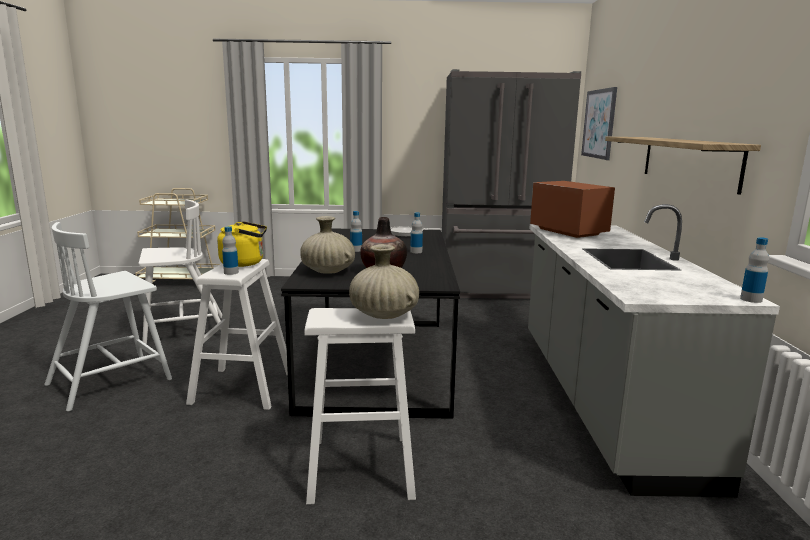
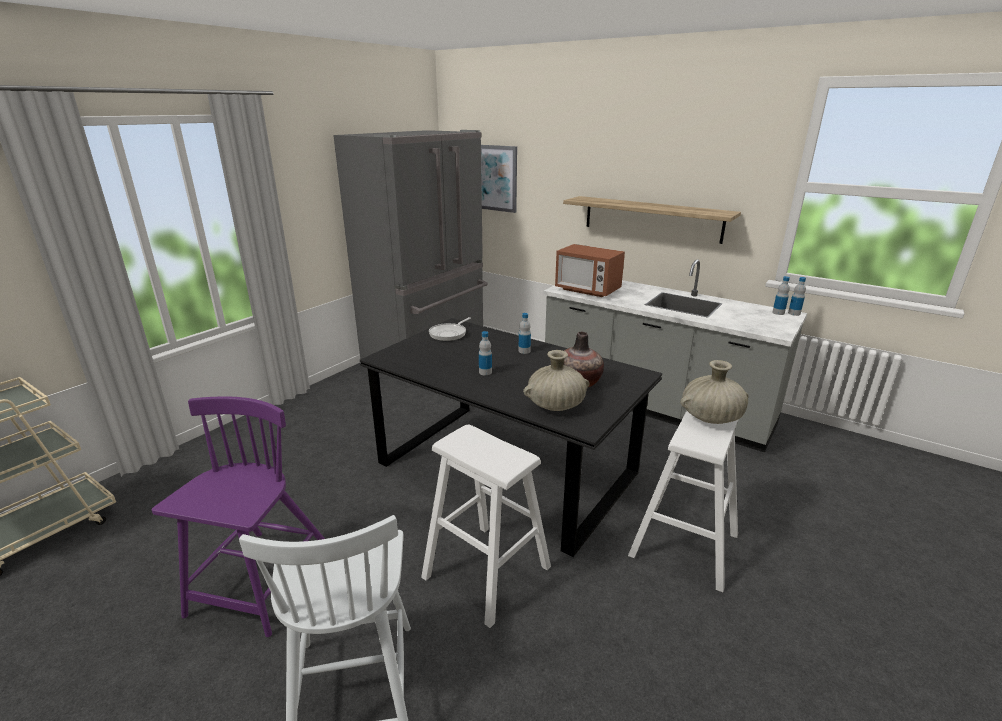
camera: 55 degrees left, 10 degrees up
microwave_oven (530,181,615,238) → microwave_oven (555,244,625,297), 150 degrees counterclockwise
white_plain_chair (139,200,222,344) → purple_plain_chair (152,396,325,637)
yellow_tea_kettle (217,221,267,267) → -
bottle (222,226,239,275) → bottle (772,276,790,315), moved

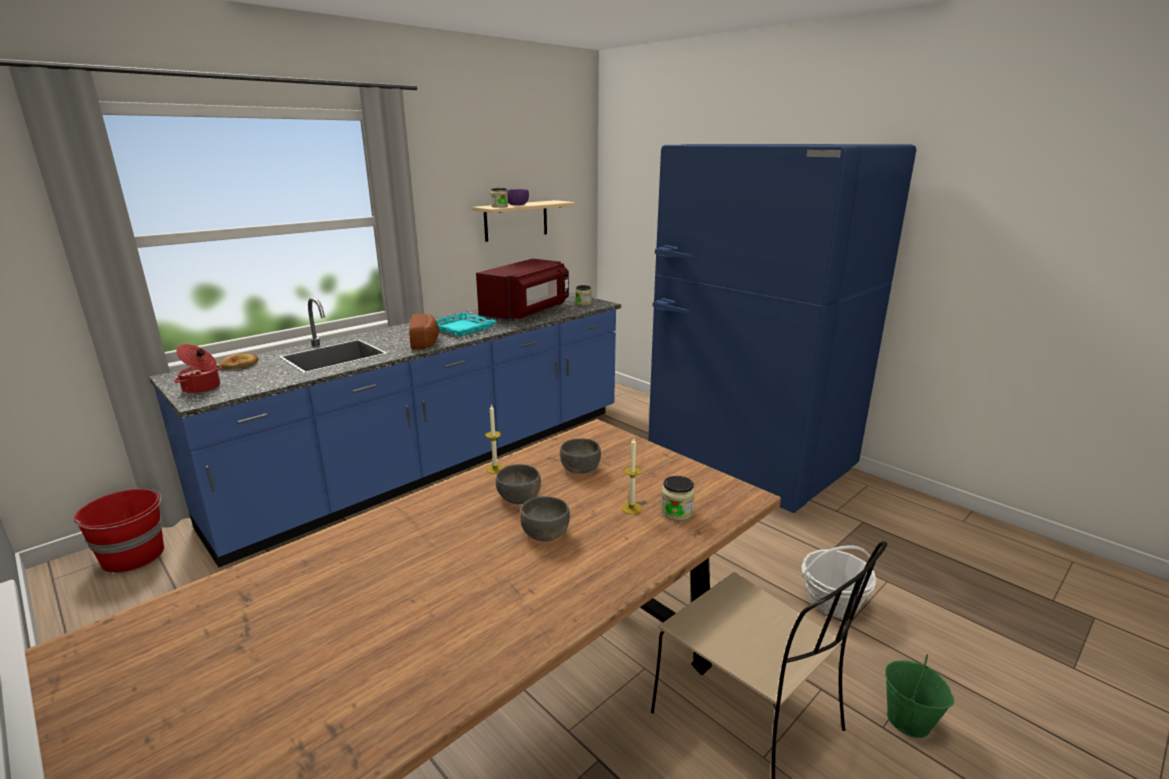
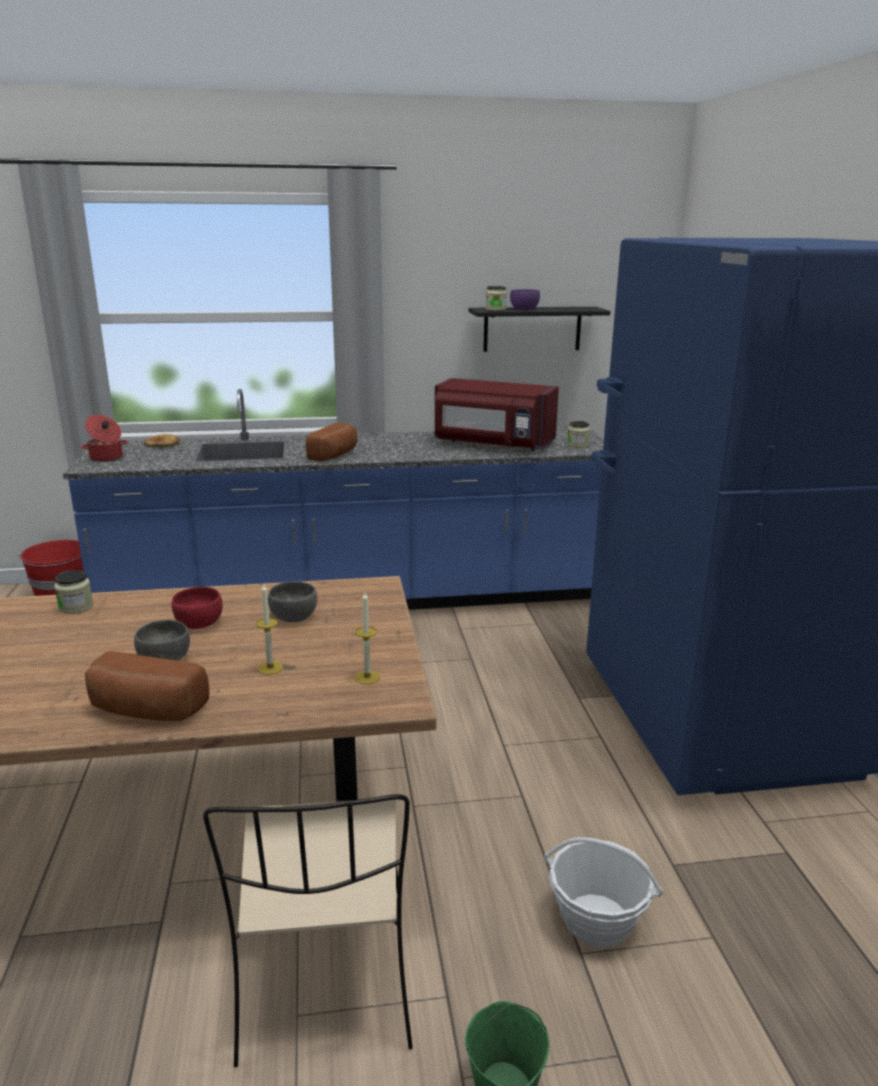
camera: 35 degrees right, 0 degrees up
sand-coloured_wall_shelf (472,200,575,242) → blackish_wall_shelf (469,307,610,352)
red-coloured_microwave_oven (476,258,569,321) → red-coloured_microwave_oven (435,378,559,451), 45 degrees clockwise
turquoise-coloured_serving_tray (436,312,497,336) → -
wax_light (485,404,504,474) → wax_light (355,592,380,684), moved
greyish_serving_bowl (496,464,541,504) → red-coloured_serving_bowl (172,587,223,629)
storage_jar (661,476,695,521) → storage_jar (54,570,93,614), moved
- → bread (85,651,209,721)

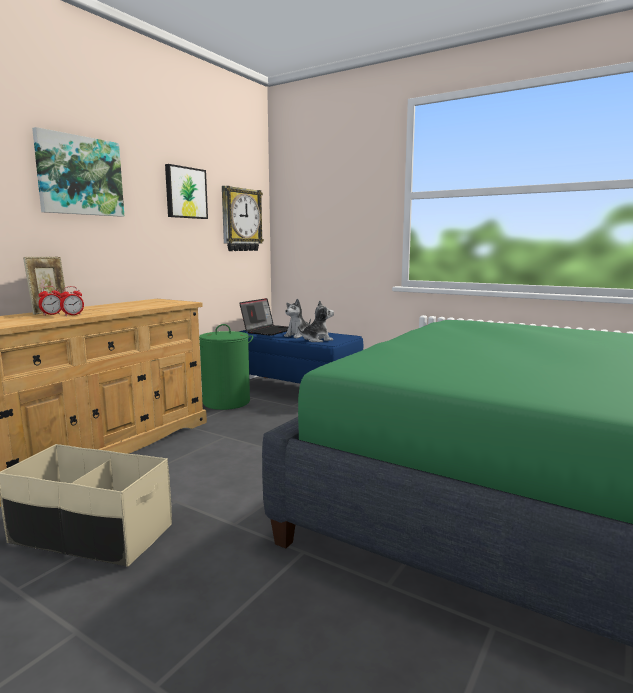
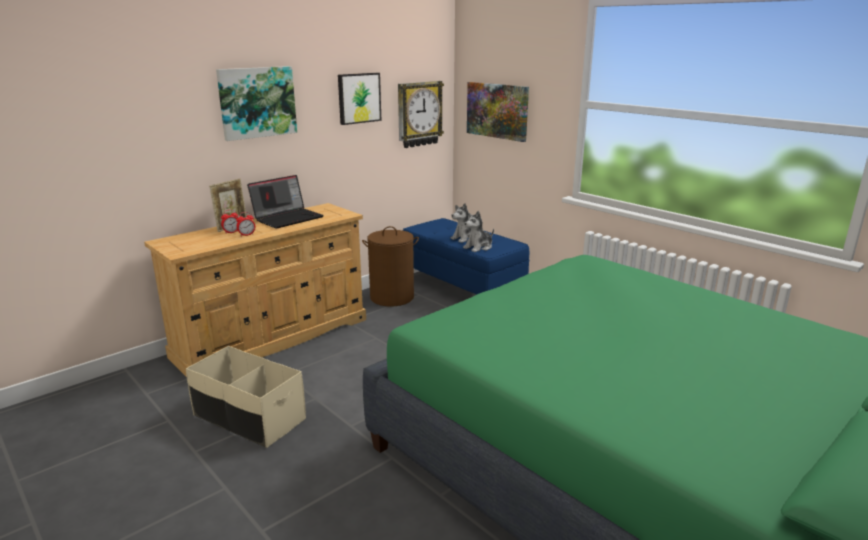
camera: 15 degrees right, 10 degrees up
portable_computer (239,298,288,336) → portable_computer (247,175,324,229), moved
soft_toy (298,300,334,342) → soft_toy (463,211,494,252), 150 degrees clockwise
green_washing_basket (199,324,253,410) → brown-coloured_washing_basket (362,226,419,307)
- → wall_picture (467,82,529,142)

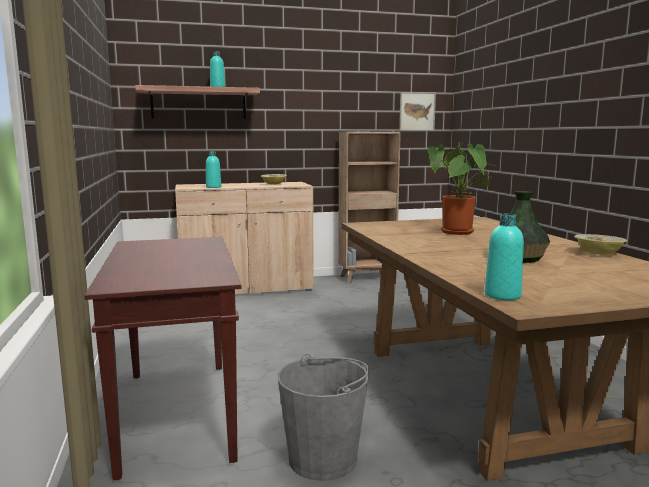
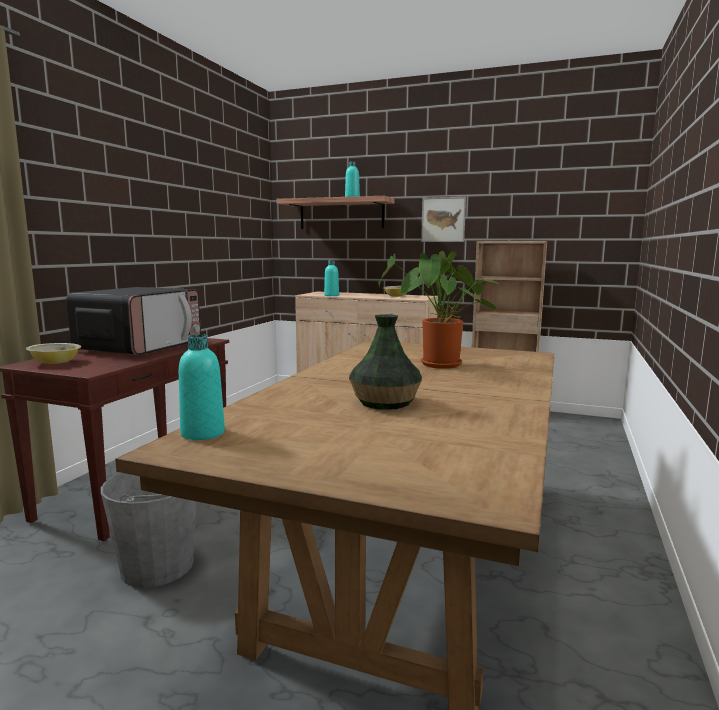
camera: 35 degrees right, 0 degrees up
wall_picture (399,92,436,131) → wall_picture (421,197,466,242), moved
serving_bowl (574,234,627,254) → serving_bowl (26,343,81,364), moved
- → microwave_oven (66,287,201,355)

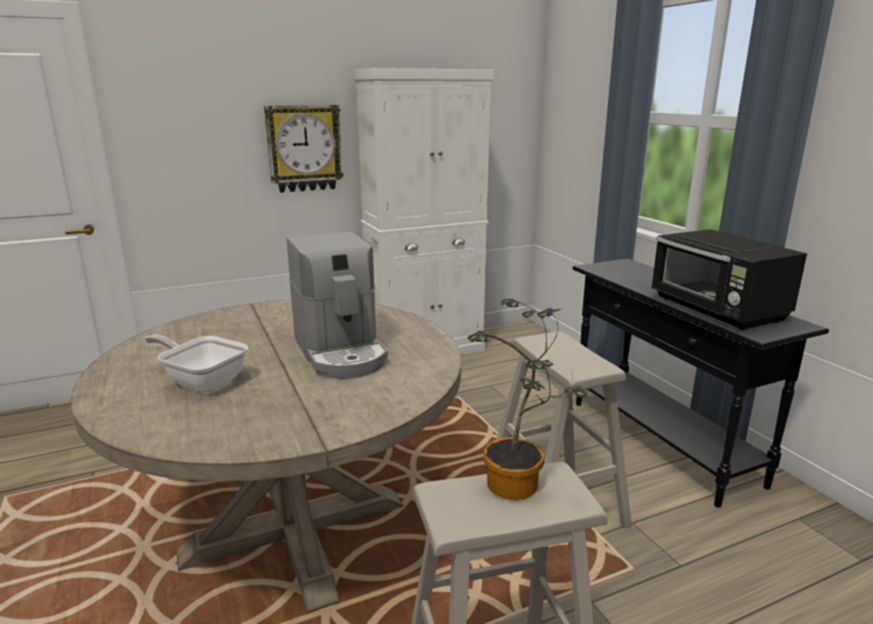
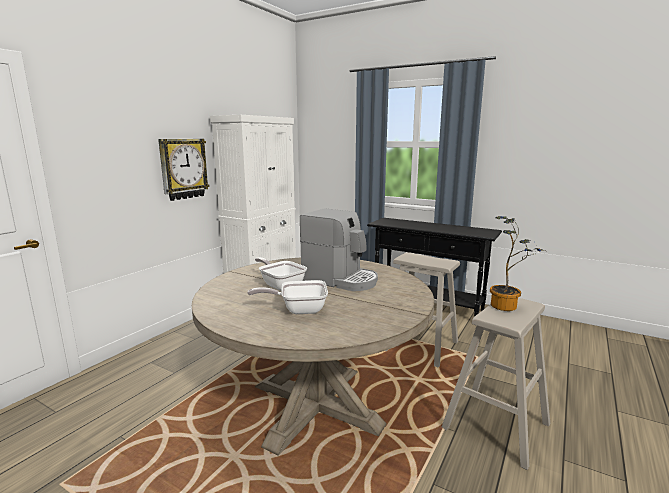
camera: 35 degrees left, 5 degrees down
blackish_microwave_oven (651,229,807,330) → -
- → skillet (255,257,307,291)

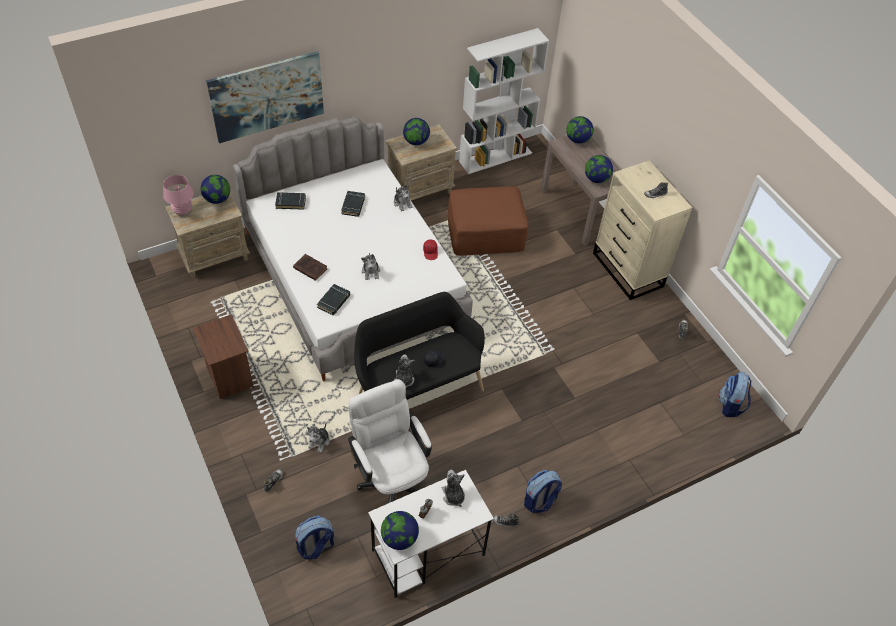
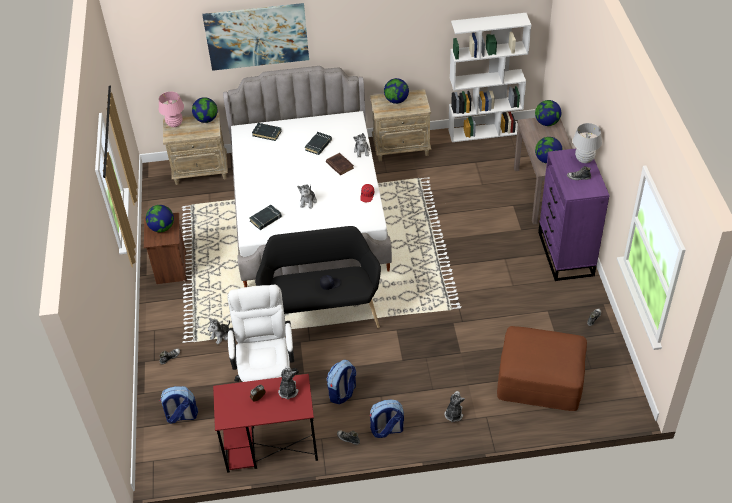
camera: 25 degrees right, 5 degrees down
sand-coloured_chest_of_drawers (593,160,692,300) → purple_chest_of_drawers (538,149,610,281)
brown-coloured_pouffe (448,186,528,256) → brown-coloured_pouffe (497,326,587,411), moved
brown-coloured_volume (293,254,327,281) → brown-coloured_volume (326,153,354,175), moved
soft_toy (394,354,415,387) → soft_toy (444,391,465,422), moved
rucksack (718,372,751,417) → rucksack (326,360,356,404), moved
white_desk (368,470,494,598) → red-coloured_desk (213,374,318,473)
desk_globe (381,511,419,550) → desk_globe (146,205,174,232), moved
- → white_lamp_for_a_table (573,123,602,163)

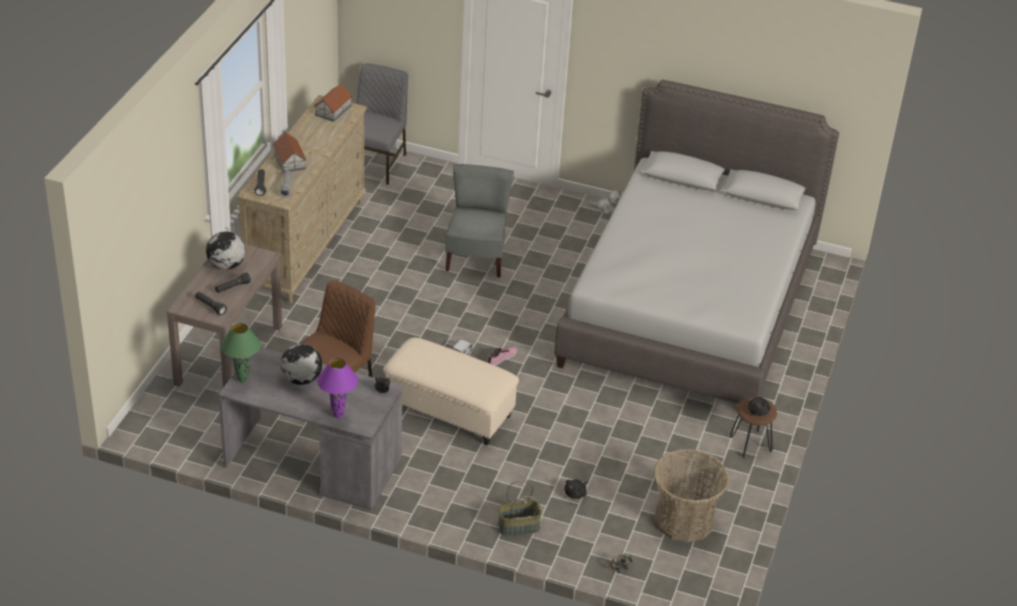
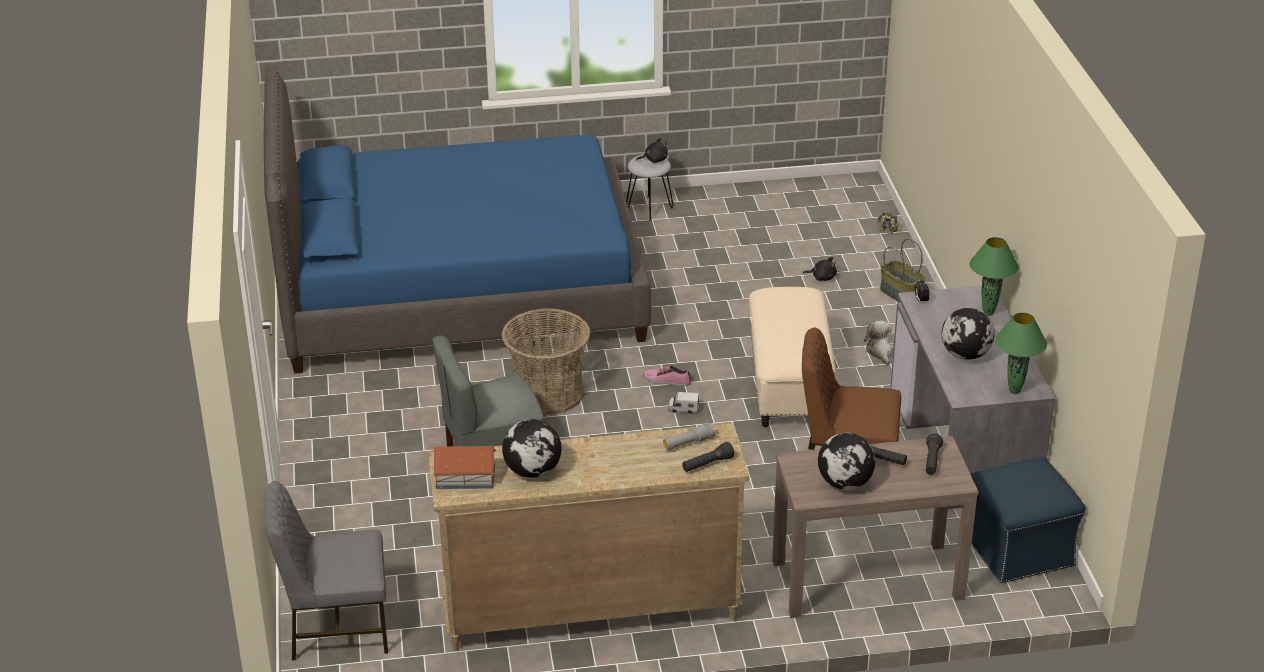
camera: 115 degrees left, 5 degrees down
greyish_bed (555,80,839,404) → blue-coloured_bed (264,66,651,374)
miniature_house (273,132,307,173) → -
soft_toy (590,190,622,215) → soft_toy (864,320,894,365), moved
purple_lamp_for_a_table (317,358,358,418) → green_lamp_for_a_table (969,237,1019,316)
brown-coloured_stool (730,397,777,458) → greyish_stool (626,154,674,221)
basket (654,449,729,542) → basket (502,308,590,415), moved
- → desk_globe (502,419,562,478)
- → blue-coloured_pouffe (971,457,1086,583)

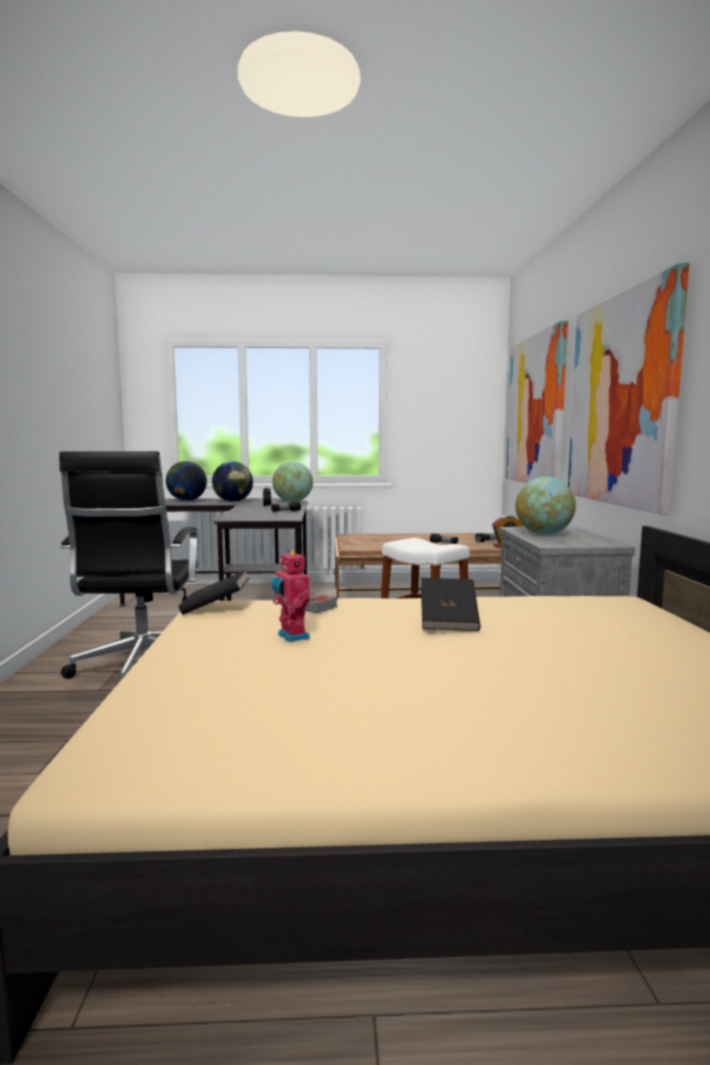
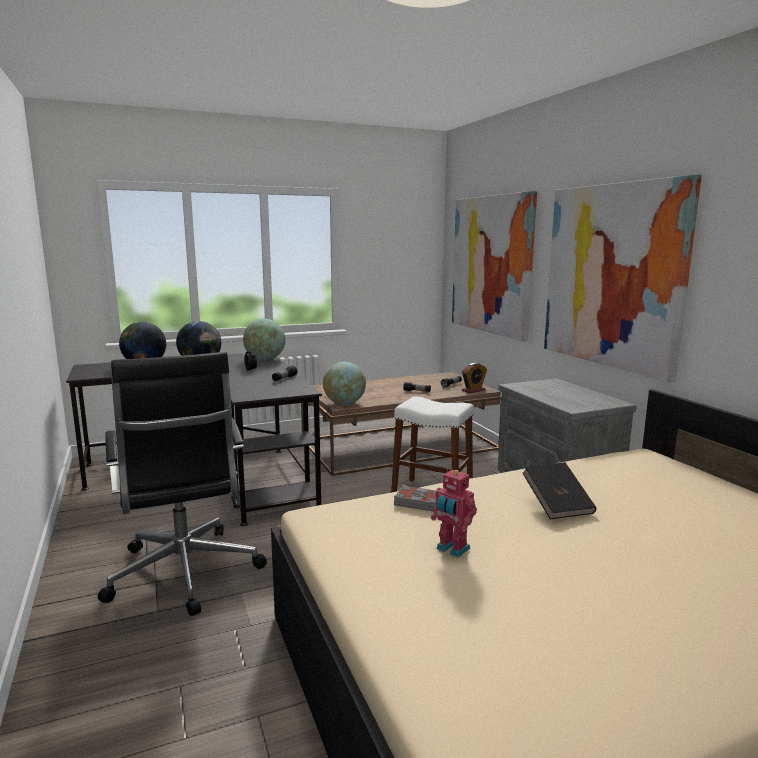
camera: 20 degrees left, 5 degrees up
desk_globe (515,477,576,535) → desk_globe (323,362,366,405), moved
blackish_volume (179,570,250,615) → -

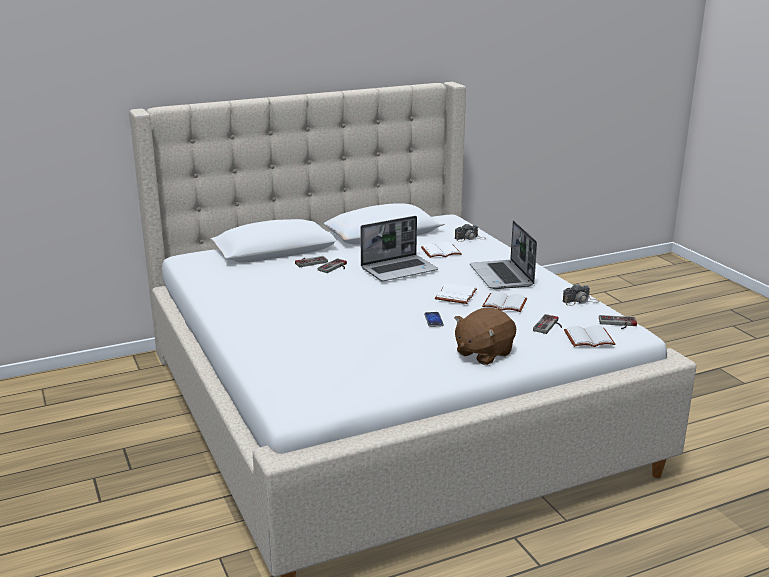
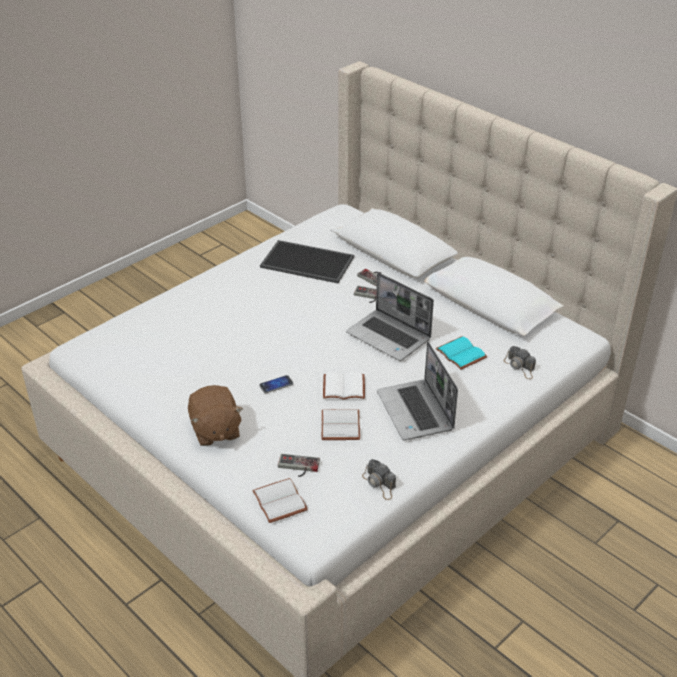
camera: 70 degrees right, 15 degrees up
portable_computer (470,221,537,289) → portable_computer (377,342,458,440), 75 degrees counterclockwise
white_volume (421,242,462,258) → turquoise-coloured_volume (436,336,488,370)
brown-coloured_soft_toy (454,308,516,365) → brown-coloured_soft_toy (188,385,243,446), 135 degrees counterclockwise
gamepad (599,315,637,329) → -
- → serving_tray (260,240,354,283)

